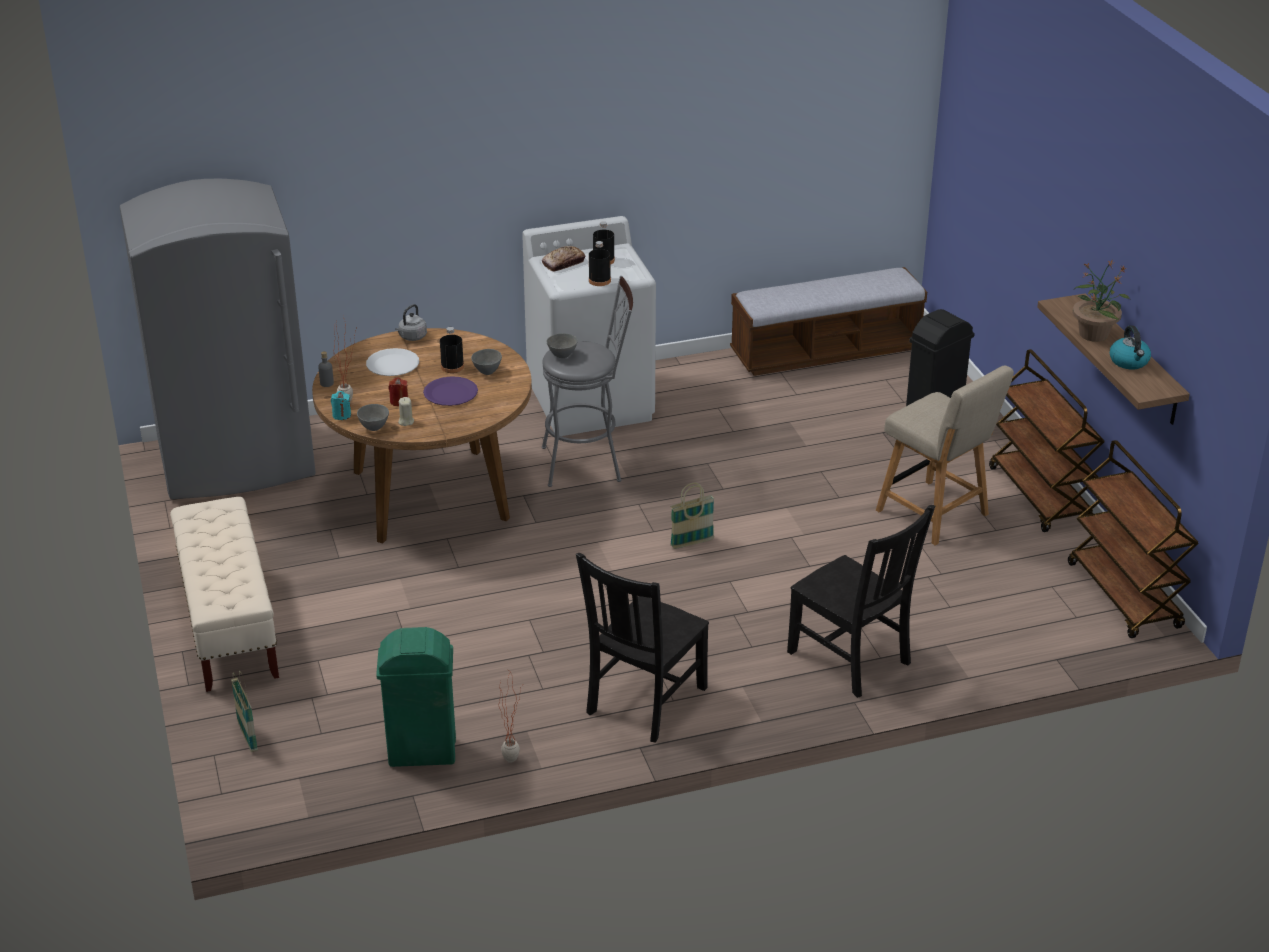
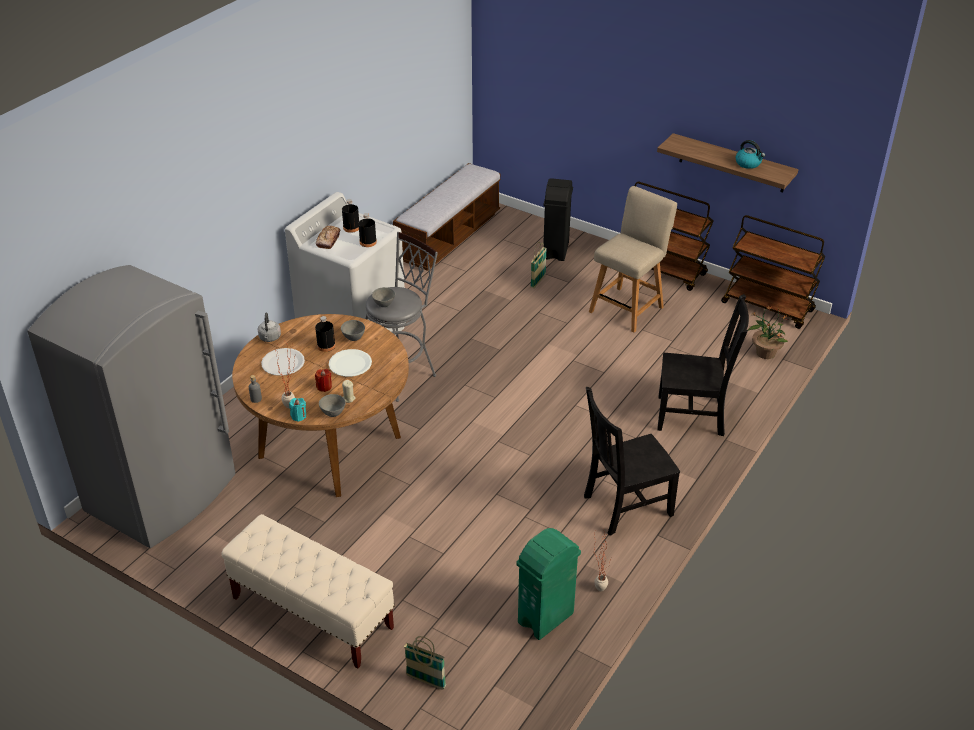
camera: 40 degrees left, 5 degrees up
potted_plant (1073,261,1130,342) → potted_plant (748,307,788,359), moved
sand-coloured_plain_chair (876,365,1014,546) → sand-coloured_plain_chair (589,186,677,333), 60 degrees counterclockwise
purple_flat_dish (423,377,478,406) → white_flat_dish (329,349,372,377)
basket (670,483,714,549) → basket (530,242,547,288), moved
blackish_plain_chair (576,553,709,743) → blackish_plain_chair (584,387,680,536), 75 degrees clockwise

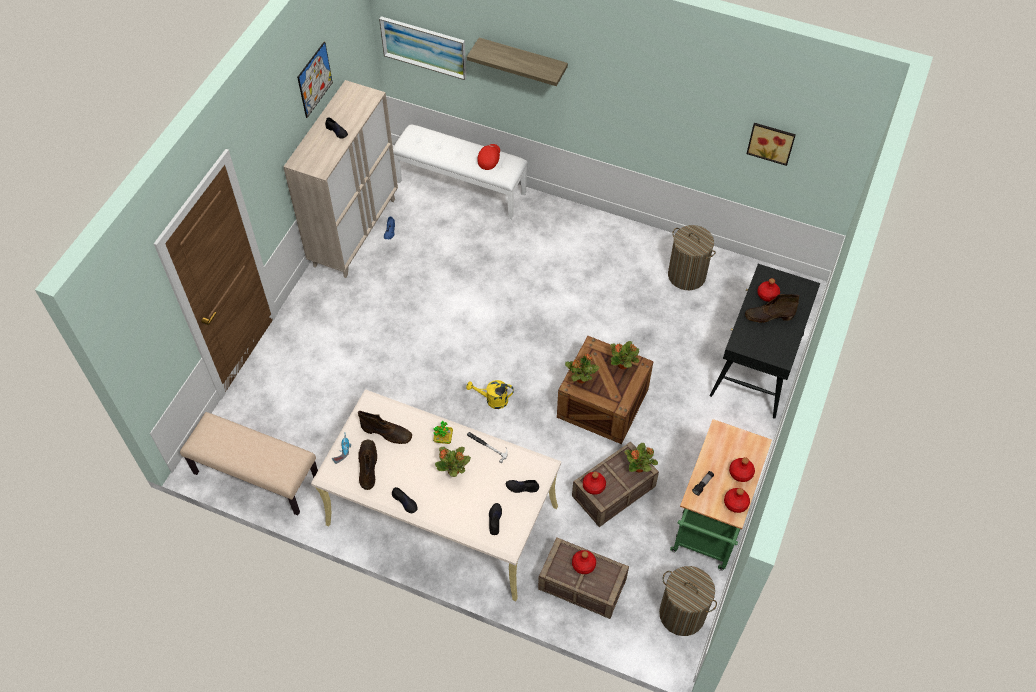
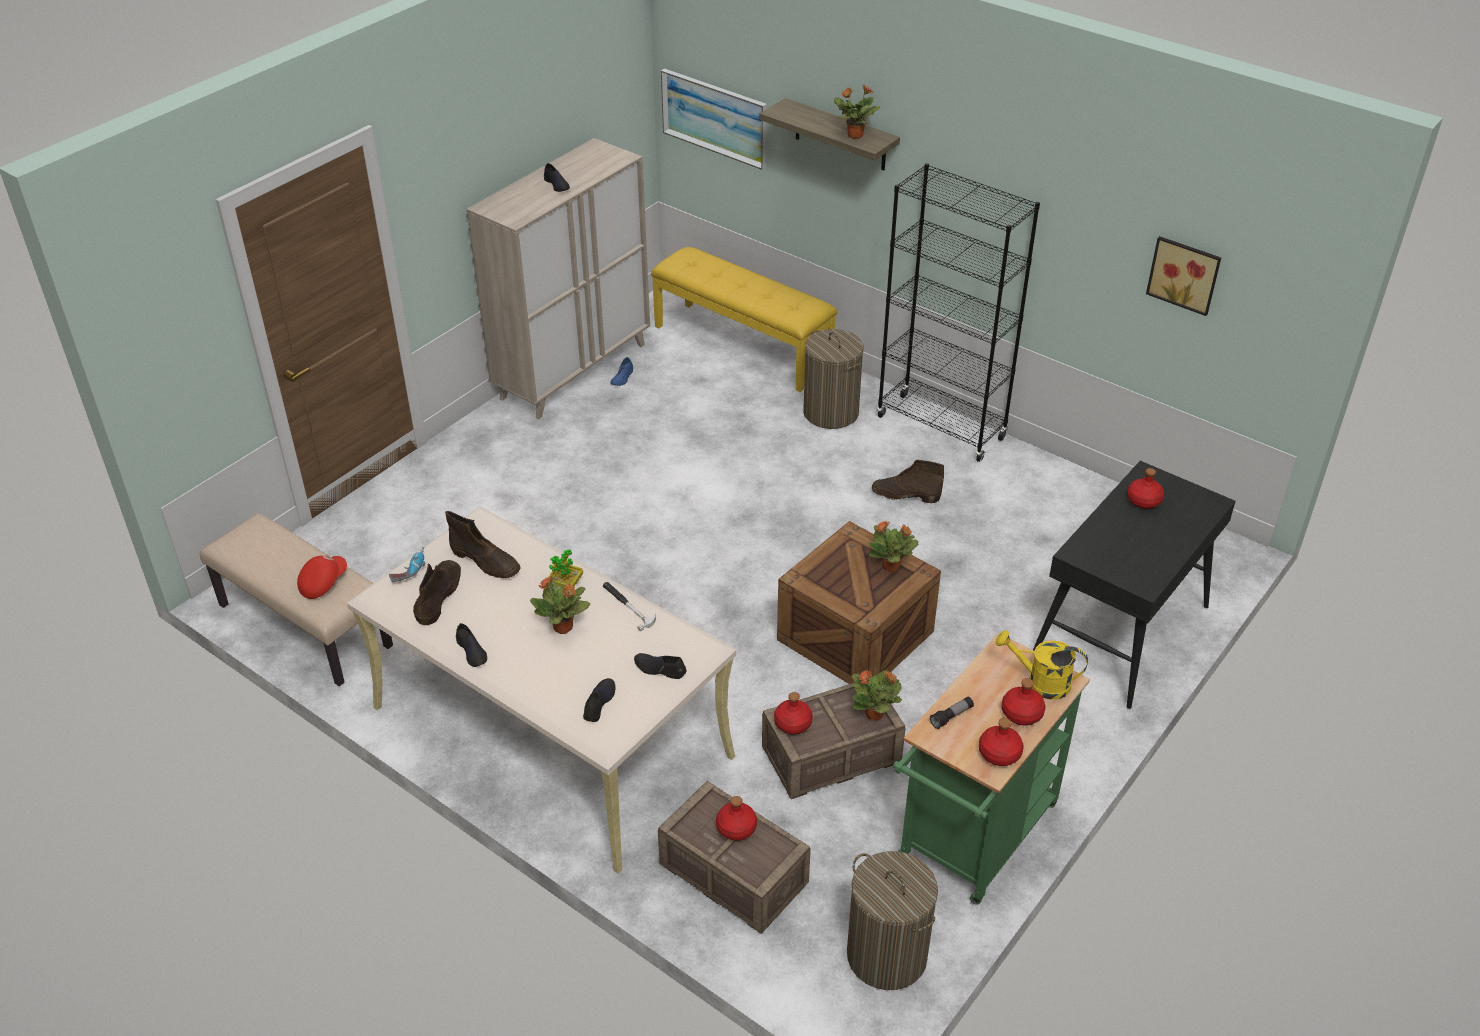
camera: 15 degrees right, 15 degrees down
wall_picture (297,41,333,118) → -
white_long_seat (393,124,528,219) → yellow_long_seat (651,247,838,392)
red-coloured_baseball_cap (477,144,500,170) → red-coloured_baseball_cap (297,555,347,599), moved
washing_basket (668,225,716,290) → washing_basket (803,329,864,429), moved
brown-coloured_tall_boot (745,294,799,323) → brown-coloured_tall_boot (872,460,944,503), moved
potted_plant (565,354,599,384) → potted_plant (834,84,881,139), moved
yellow_watering_can (466,380,514,409) → yellow_watering_can (996,630,1088,700), moved
- → blackish_bookcase (877,163,1040,462)

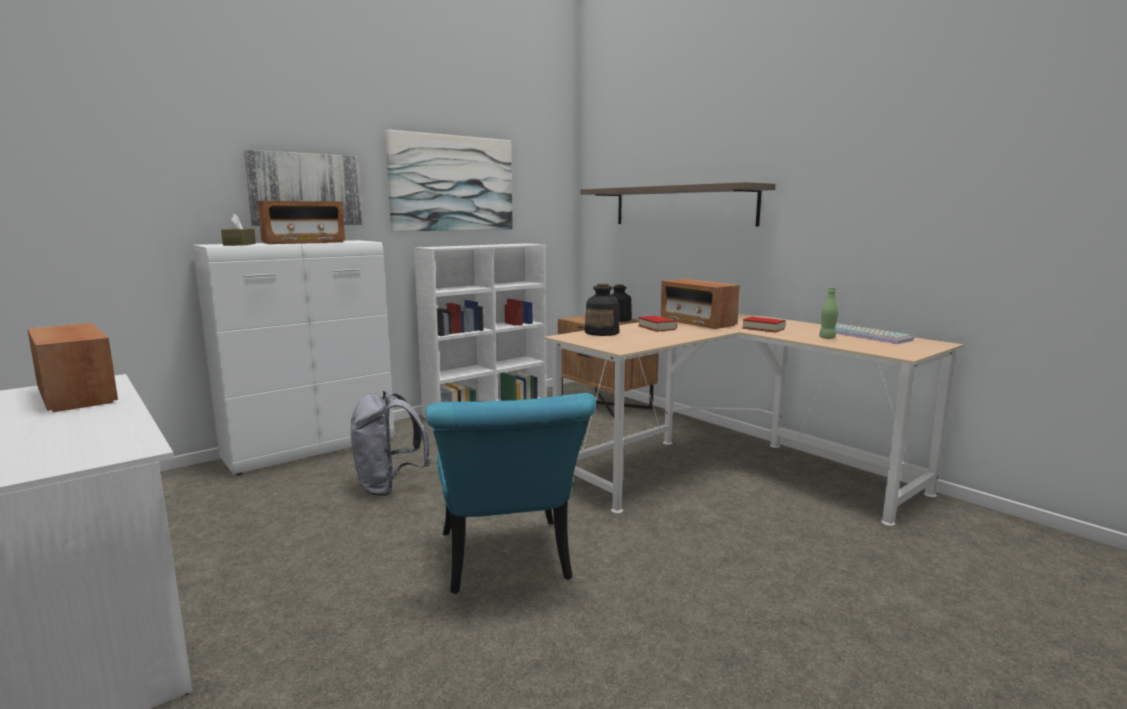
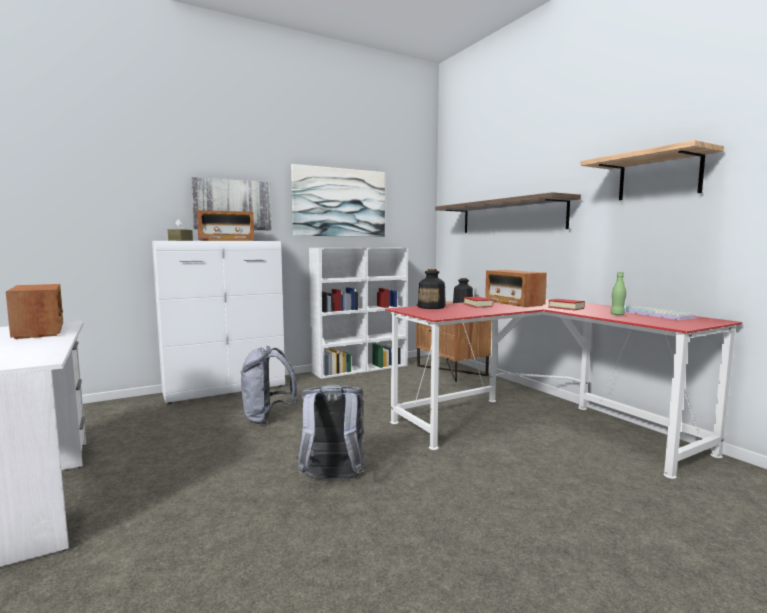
camera: 10 degrees right, 5 degrees down
sand-coloured_desk (544,314,964,526) → red-coloured_desk (385,299,742,479)
turquoise-coloured_plain_chair (426,393,596,594) → greyish_rucksack (296,385,368,479)
- → wall_shelf (580,140,724,200)

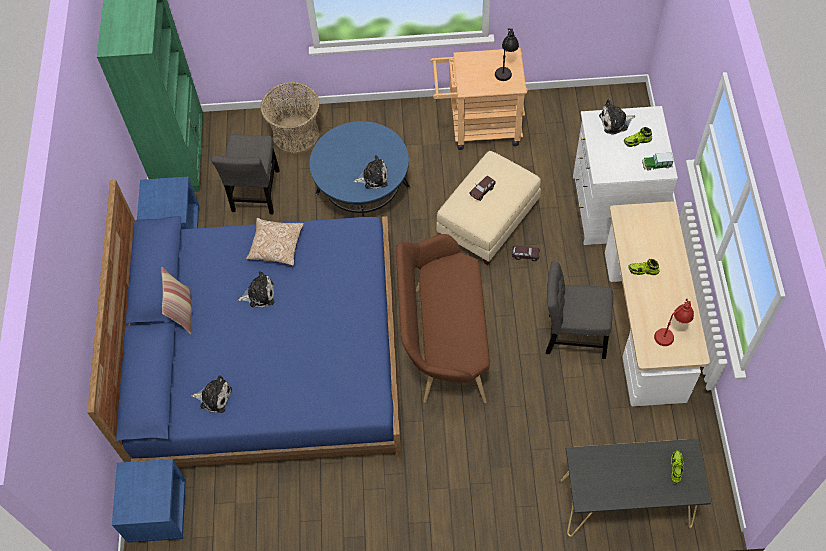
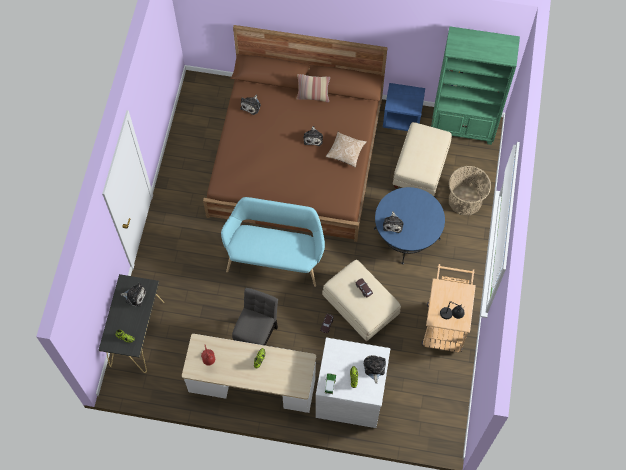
camera: 100 degrees right, 5 degrees up
greyish_plain_chair (211,134,280,214) → sand-coloured_pouffe (393,122,452,196)
blue-coloured_bed (87,179,402,467) → brown-coloured_bed (203,25,388,242)
brown-coloured_long_seat (396,234,490,403) → turquoise-coloured_long_seat (221,197,325,287)
blue-coloured_bedside_table (112,459,186,543) → -
- → soft_toy (120,283,146,306)

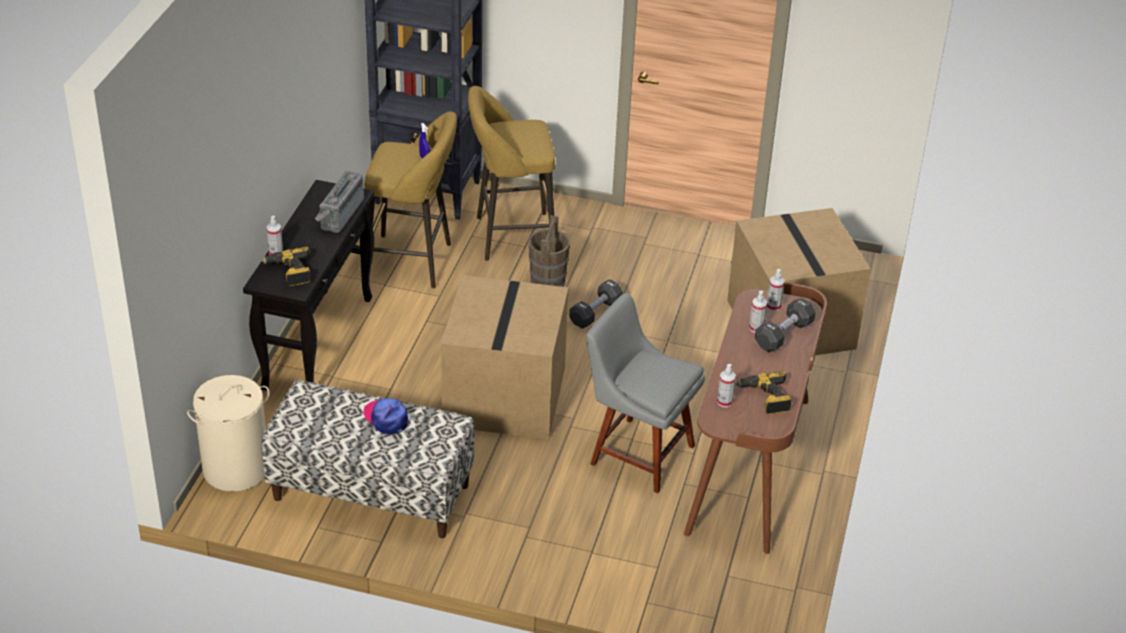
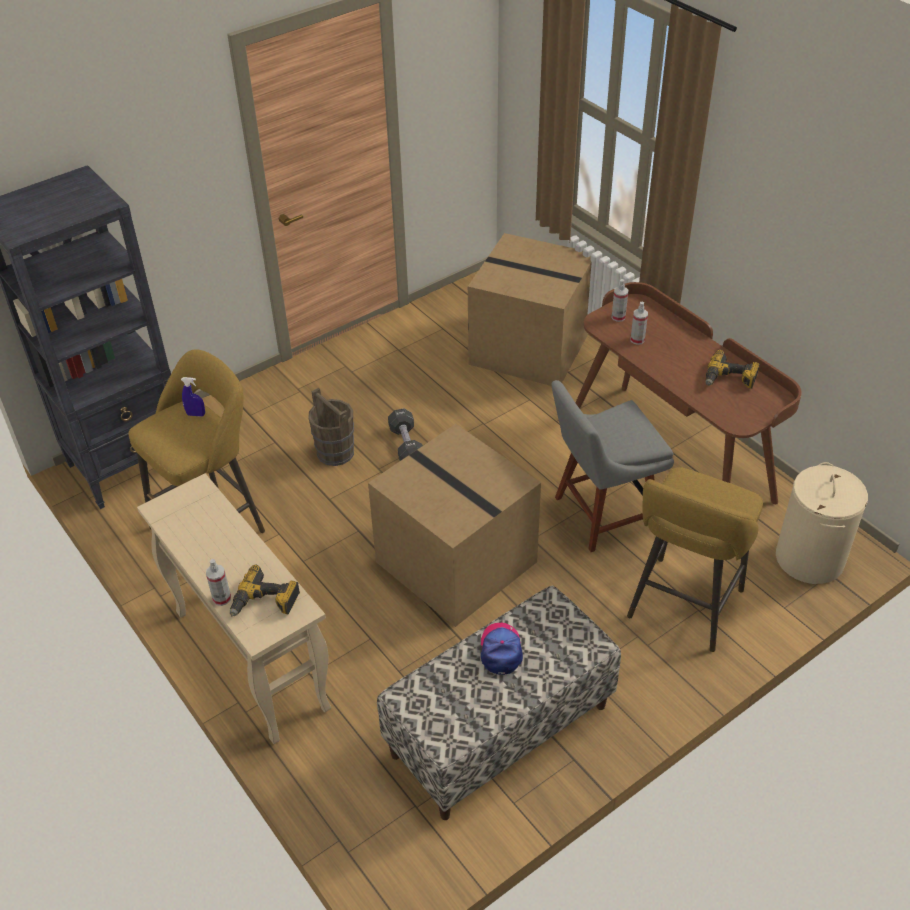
camera: 50 degrees left, 5 degrees up
yellow_stool (468,86,555,261) → yellow_stool (627,467,763,652), moved
radio_set (315,171,364,233) → -
blackish_narrow_table (243,180,374,391) → sand-coloured_narrow_table (137,473,331,744)
blackish_hand_weight (755,298,816,352) → -
hand_sprayer (717,364,736,407) → -
sand-coloured_washing_basket (187,375,270,492) → sand-coloured_washing_basket (776,462,868,584), moved
baseball_cap (363,398,408,435) → baseball_cap (481,623,523,675), 90 degrees clockwise

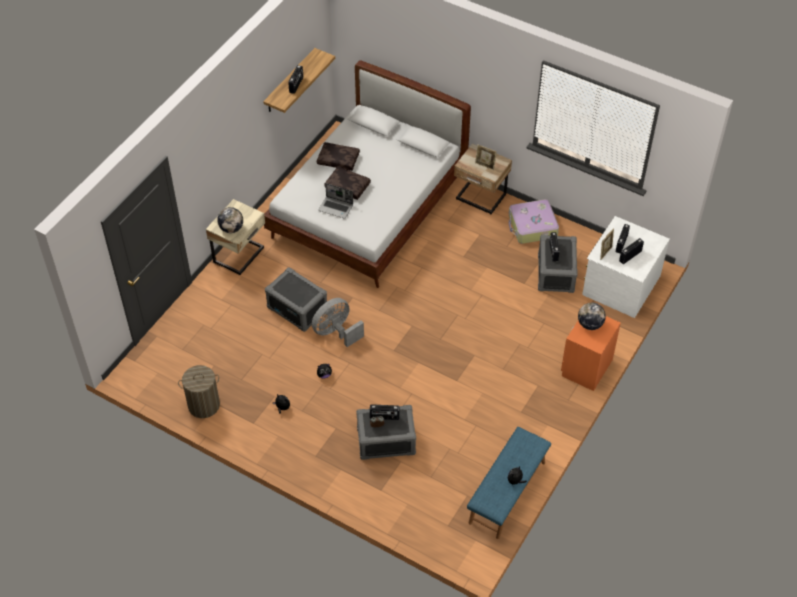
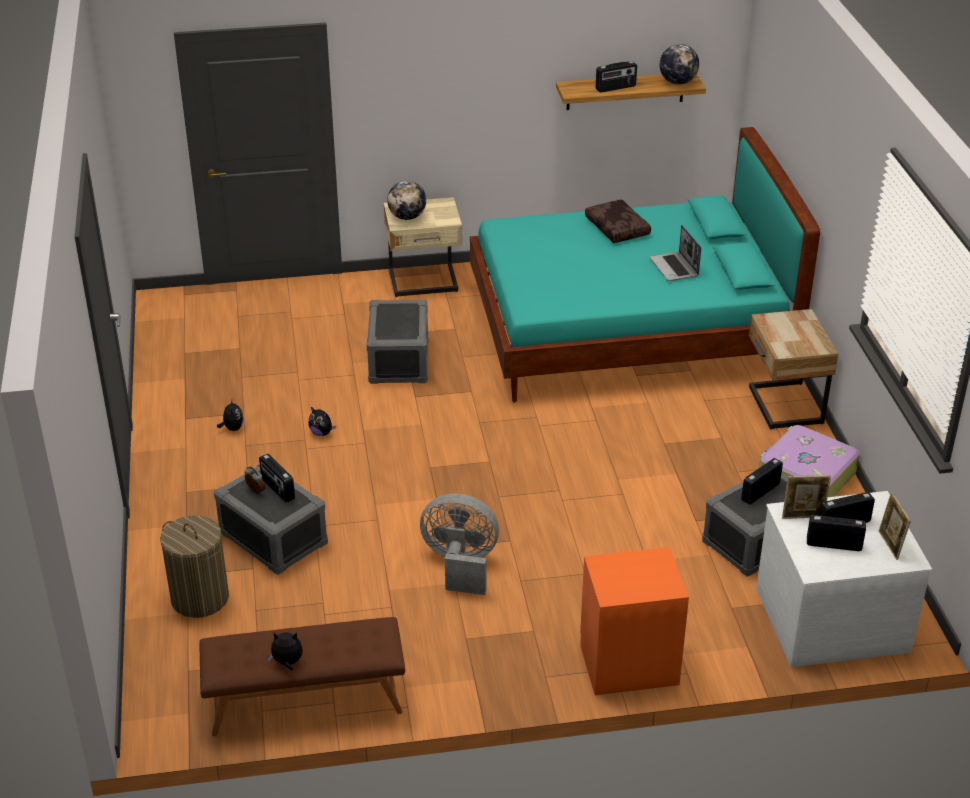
camera: 50 degrees right, 15 degrees down
white_bed (264,61,471,288) → turquoise-coloured_bed (470,127,820,402)
photo_frame (475,145,497,170) → photo_frame (879,492,911,560), moved
brown-coloured_pillow (324,166,371,200) → -
portable_computer (318,183,353,219) → portable_computer (650,225,701,281), moved
greyish_fan (312,298,364,347) → greyish_fan (420,493,499,595), moved
desk_globe (578,303,606,330) → desk_globe (660,44,699,84), moved
washing_basket (178,365,220,418) → washing_basket (160,515,229,618), moved
blue-coloured_long_seat (467,427,551,539) → brown-coloured_long_seat (200,617,405,737)

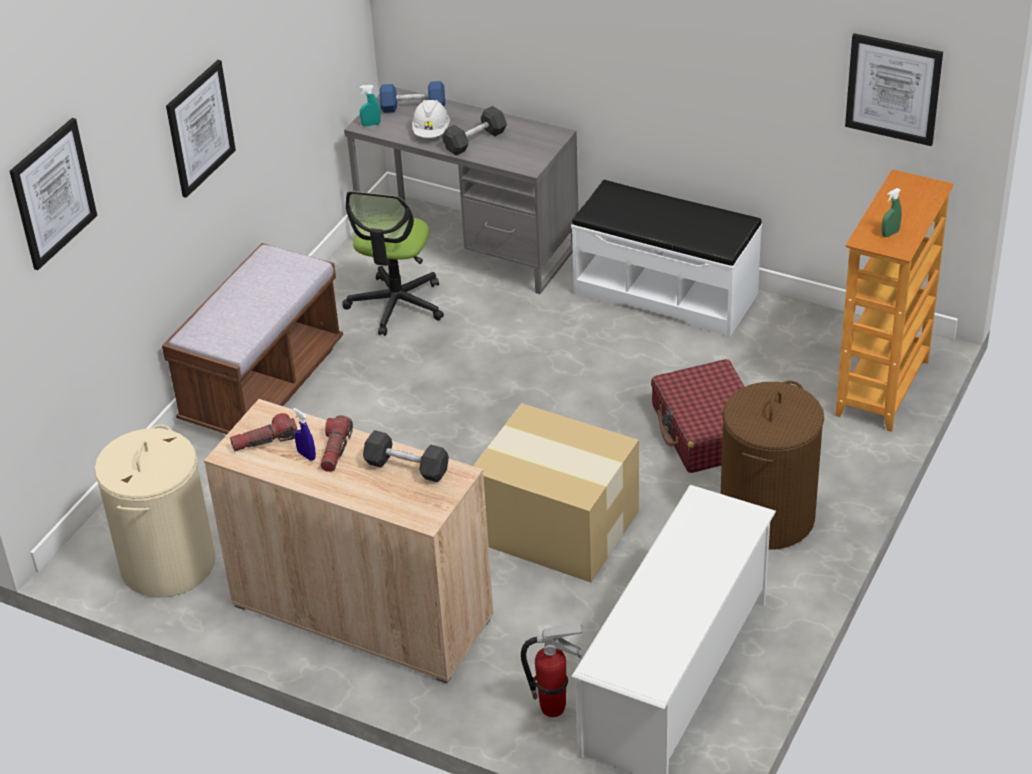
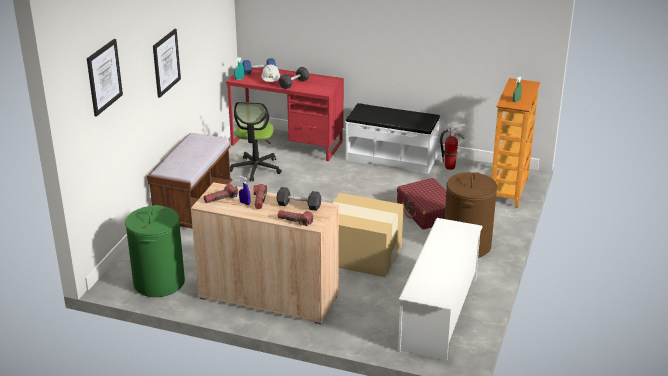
camera: 10 degrees left, 10 degrees down
wall_picture (845,33,943,146) → -
greyish_desk (344,87,579,294) → red-coloured_desk (226,67,344,161)
sand-coloured_washing_basket (94,424,216,597) → green_washing_basket (125,205,185,297)
extinguisher (521,624,583,717) → extinguisher (440,123,466,170), moved
- → flashlight (278,210,313,226)

